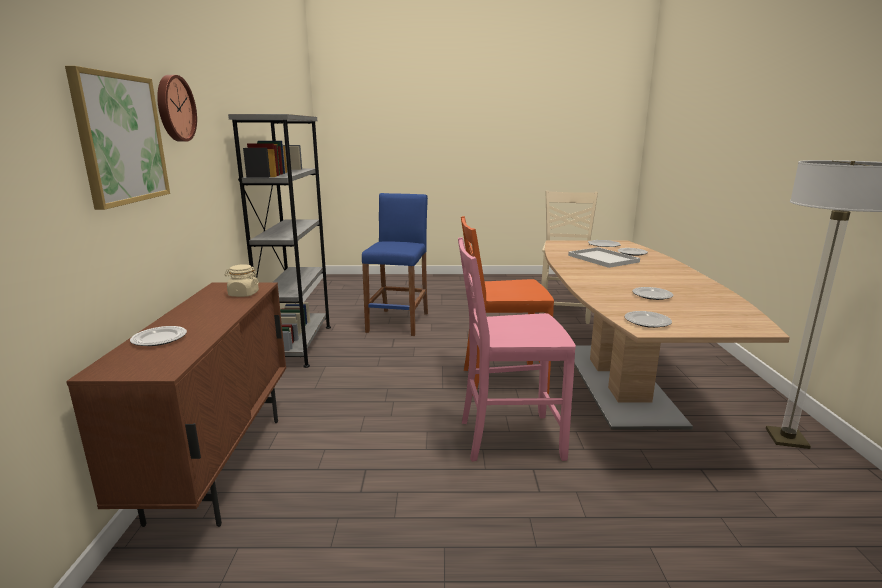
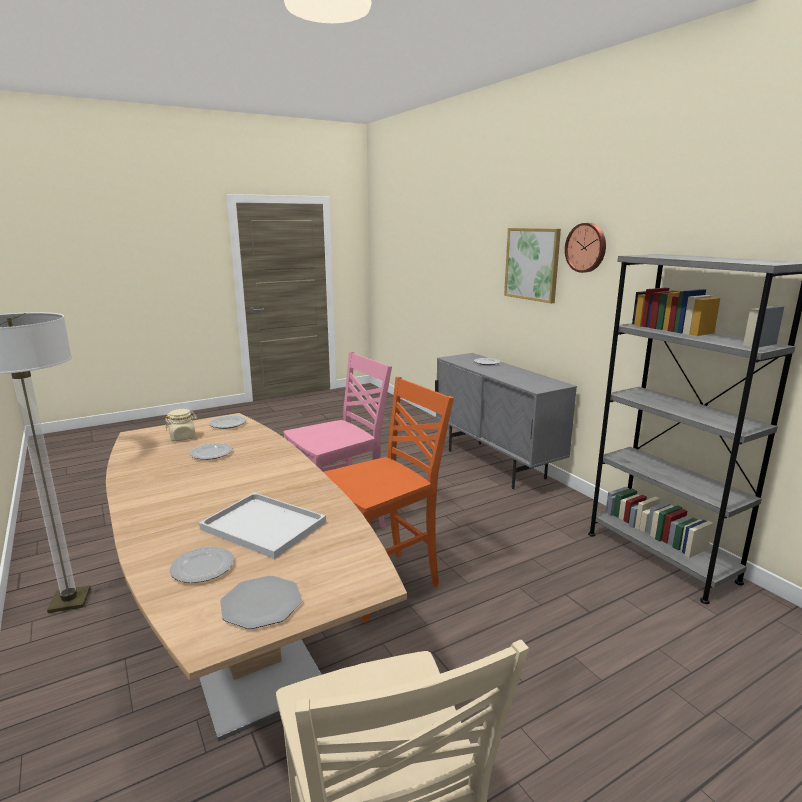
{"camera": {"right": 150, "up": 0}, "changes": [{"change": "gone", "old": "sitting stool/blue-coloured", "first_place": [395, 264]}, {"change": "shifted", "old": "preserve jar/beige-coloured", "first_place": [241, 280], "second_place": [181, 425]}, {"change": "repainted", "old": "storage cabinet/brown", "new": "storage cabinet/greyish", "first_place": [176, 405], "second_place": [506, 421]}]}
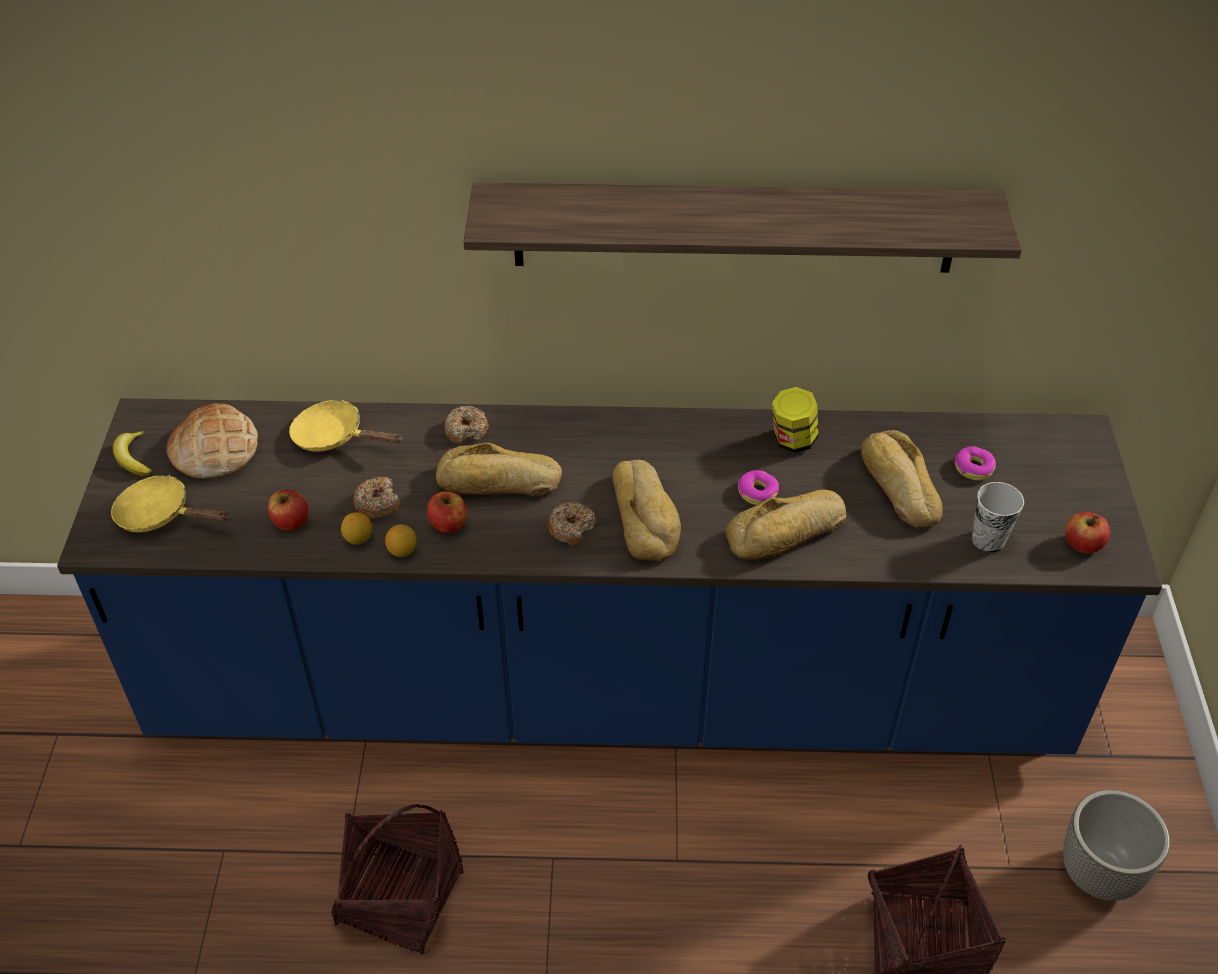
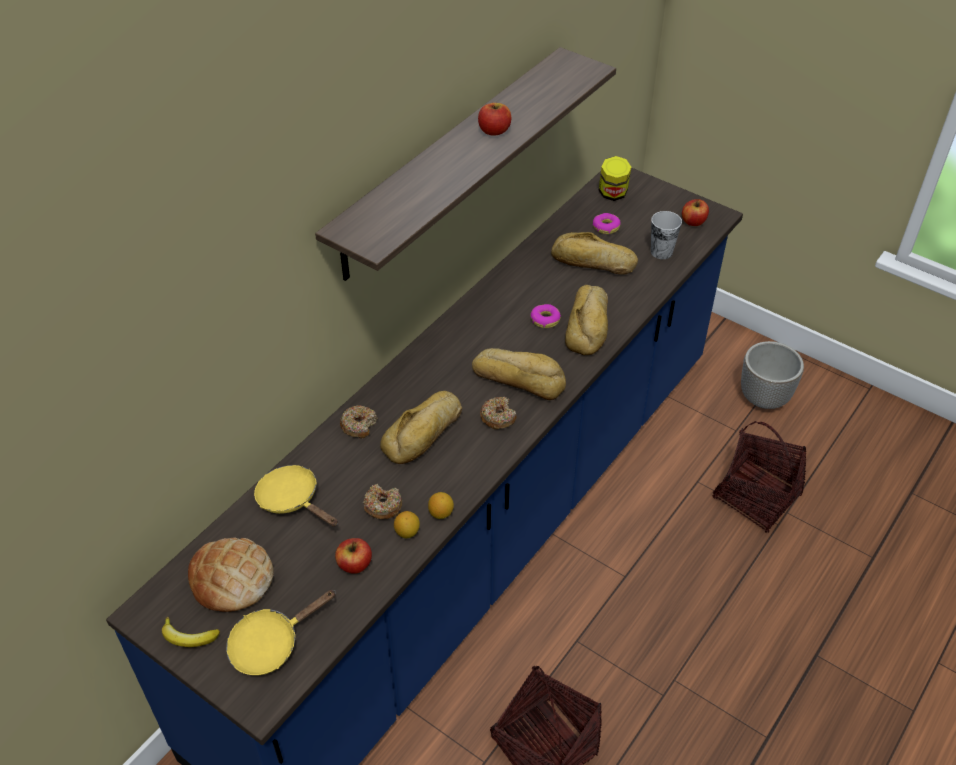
{"camera": {"right": -55, "up": 0}, "changes": [{"change": "shifted", "old": "preserve jar", "first_place": [795, 420], "second_place": [615, 178]}, {"change": "rotated", "old": "pan/yellow-coloured", "first_place": [346, 426], "second_place": [296, 496], "degrees": 75}, {"change": "shifted", "old": "whole apple", "first_place": [447, 512], "second_place": [494, 119]}]}
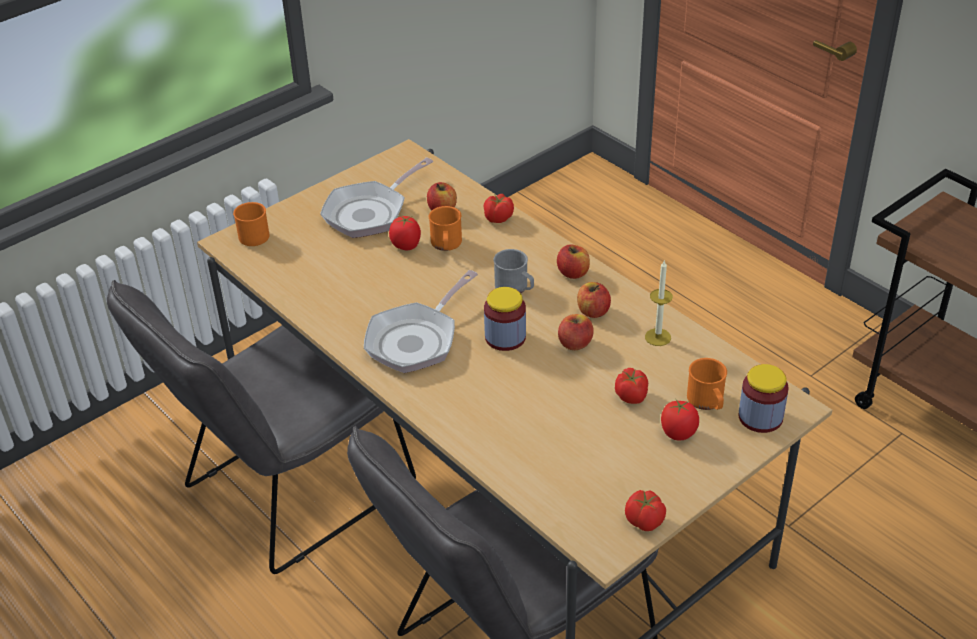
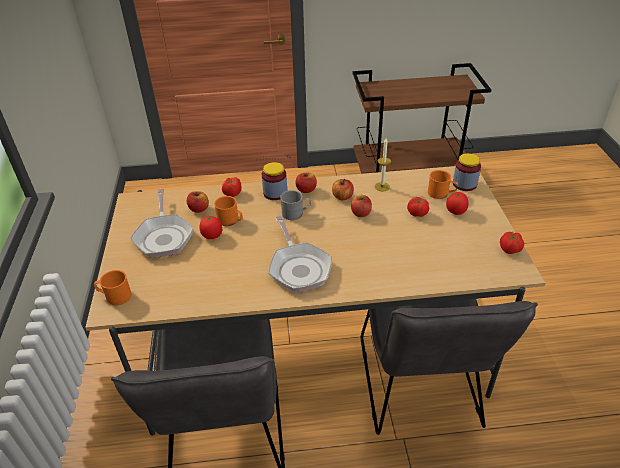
{"camera": {"right": -55, "up": 0}, "changes": [{"change": "shifted", "old": "preserve jar", "first_place": [505, 319], "second_place": [274, 181]}]}
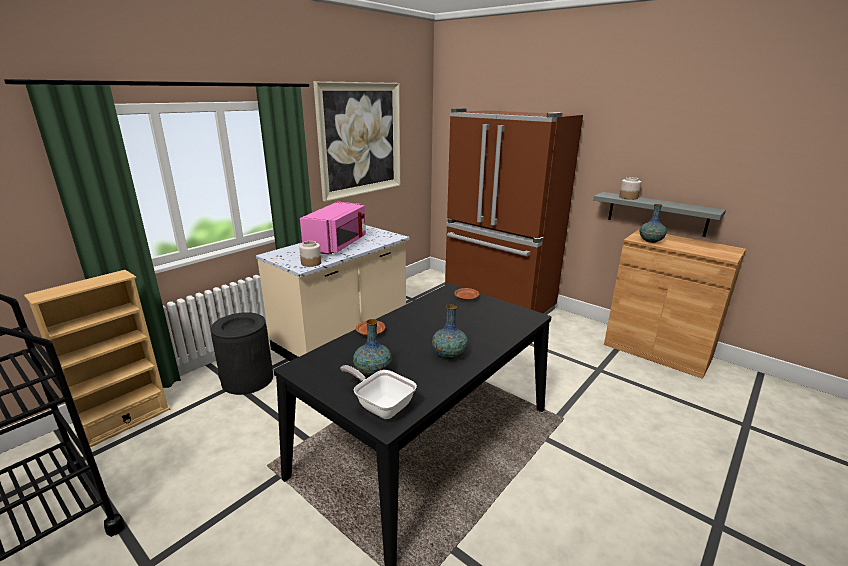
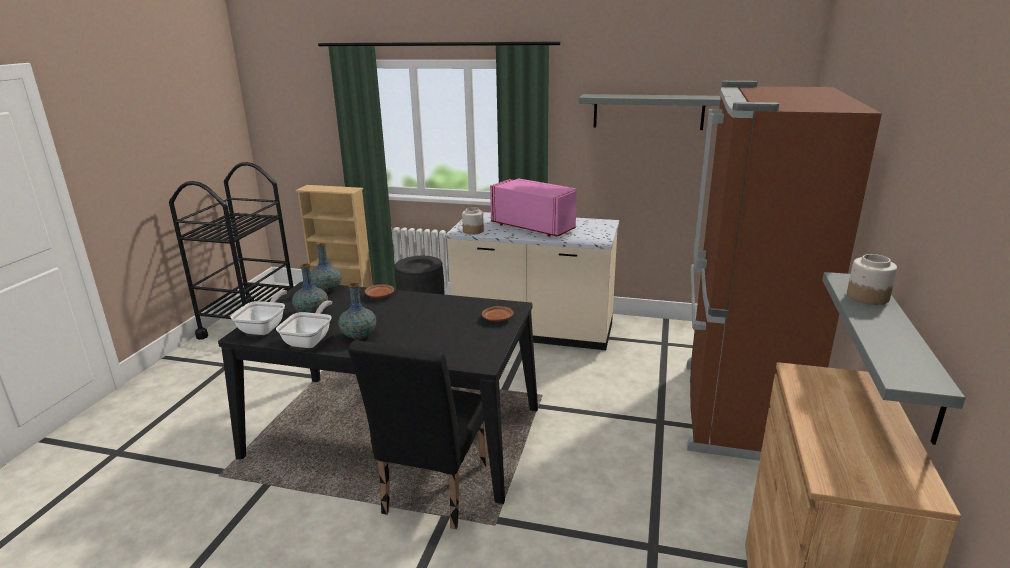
{"camera": {"right": 65, "up": 0}, "changes": [{"change": "swapped", "old": "wall art", "new": "shelf/greyish", "first_place": [356, 141], "second_place": [649, 112]}, {"change": "rotated", "old": "kitchen microwave/pink-coloured", "first_place": [333, 228], "second_place": [533, 207], "degrees": -135}, {"change": "shifted", "old": "flower vase", "first_place": [653, 223], "second_place": [326, 267]}, {"change": "new", "new": "pan", "second_place": [304, 324]}, {"change": "new", "new": "chair/black", "second_place": [418, 434]}]}
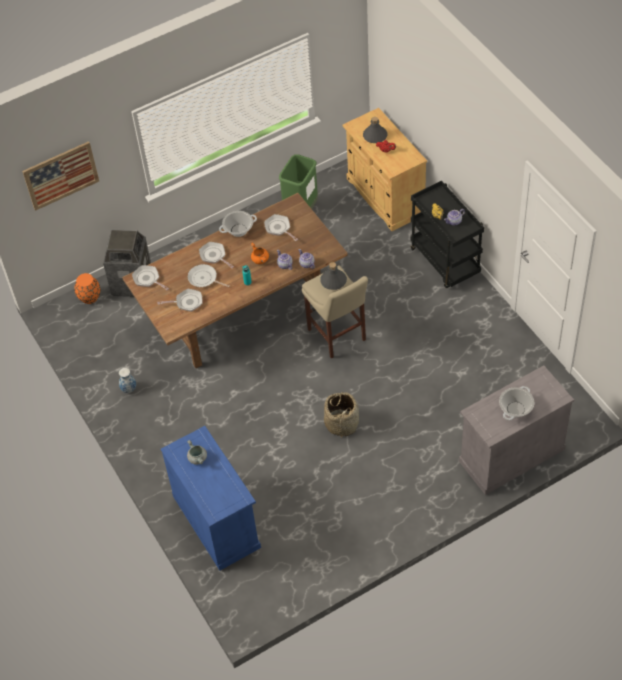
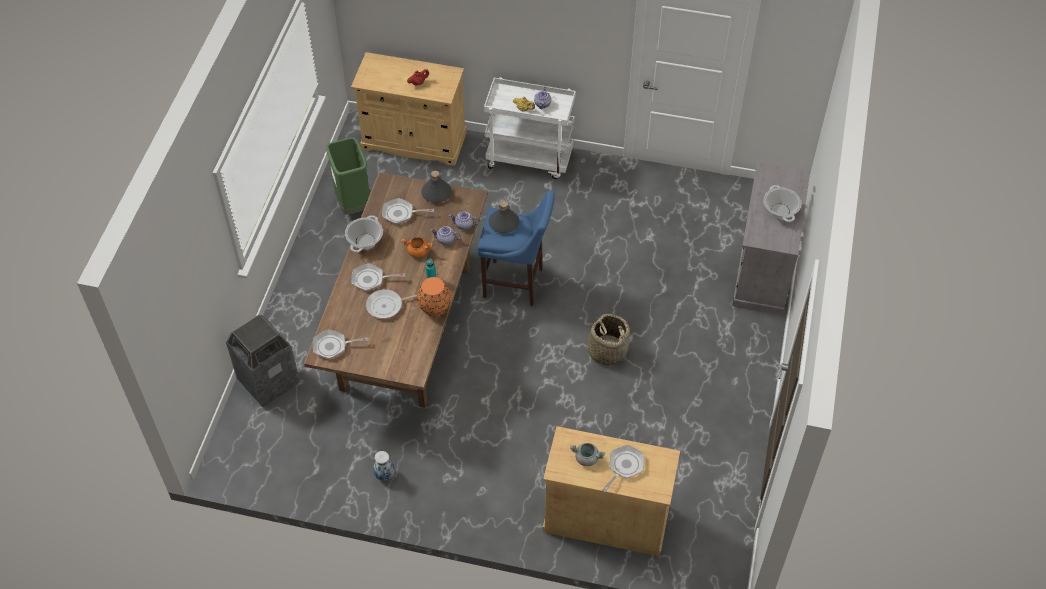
{"camera": {"right": -50, "up": 0}, "changes": [{"change": "shifted", "old": "bottle/greyish", "first_place": [375, 130], "second_place": [436, 187]}, {"change": "gone", "old": "wall art", "first_place": [60, 176]}, {"change": "repainted", "old": "trolley/black", "new": "trolley/white-coloured", "first_place": [447, 234], "second_place": [530, 128]}, {"change": "repainted", "old": "sitting stool/beige-coloured", "new": "sitting stool/blue-coloured", "first_place": [335, 312], "second_place": [516, 248]}, {"change": "shifted", "old": "flower vase/orangey", "first_place": [87, 288], "second_place": [434, 297]}, {"change": "shifted", "old": "pan", "first_place": [180, 300], "second_place": [623, 468]}, {"change": "repainted", "old": "storage cabinet/blue-coloured", "new": "storage cabinet/beige-coloured", "first_place": [211, 498], "second_place": [611, 491]}]}
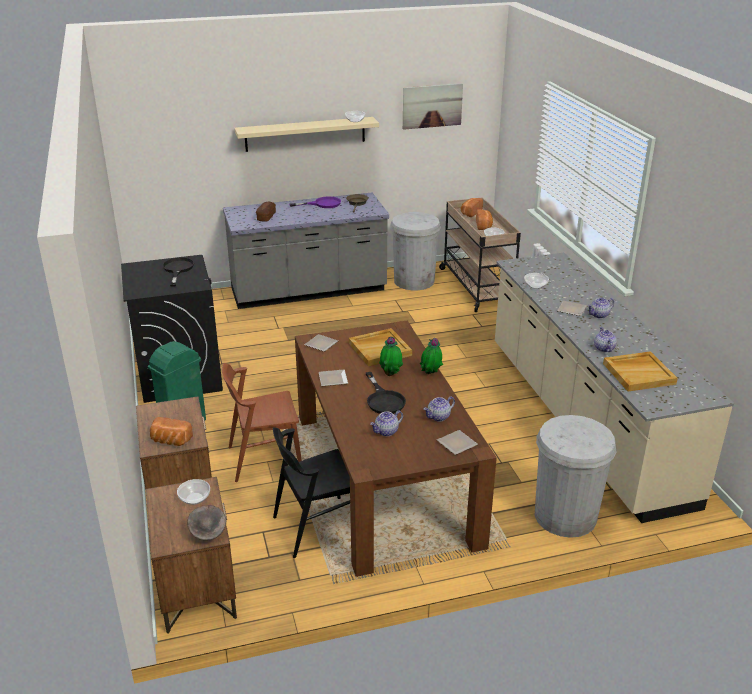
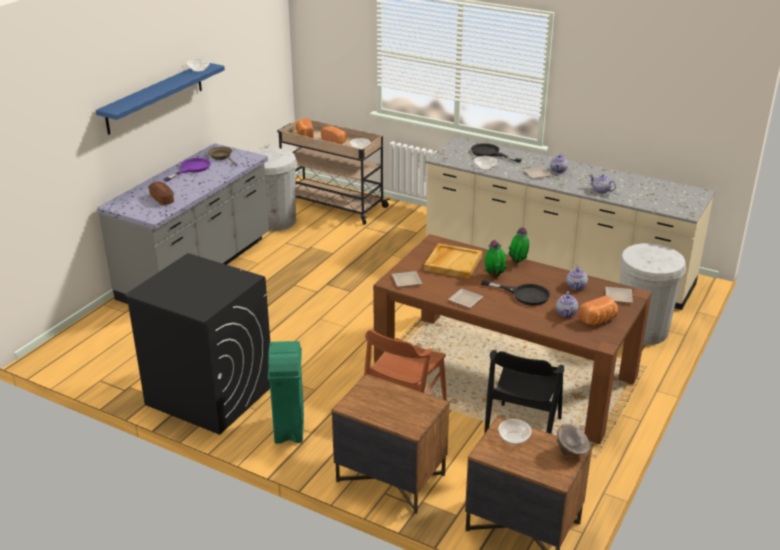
{"camera": {"right": -45, "up": 0}, "changes": [{"change": "gone", "old": "wall art", "first_place": [433, 106]}, {"change": "repainted", "old": "shelf/beige-coloured", "new": "shelf/blue-coloured", "first_place": [306, 134], "second_place": [160, 99]}, {"change": "shifted", "old": "pan/black", "first_place": [178, 272], "second_place": [496, 153]}, {"change": "gone", "old": "carrying tray/beige-coloured", "first_place": [640, 371]}, {"change": "shifted", "old": "bread", "first_place": [171, 431], "second_place": [598, 311]}]}
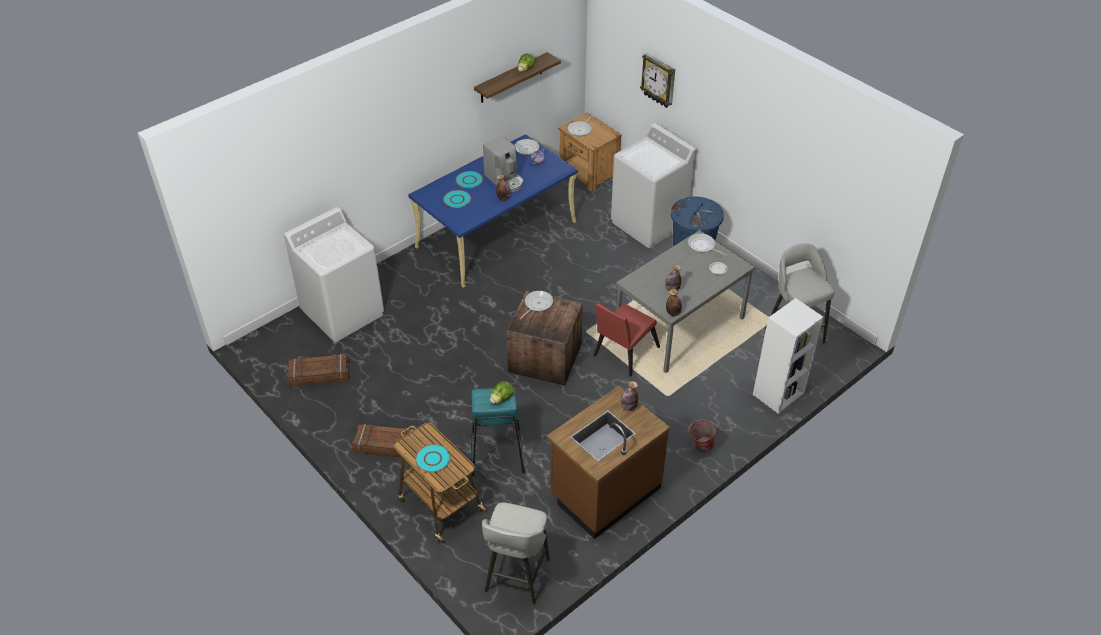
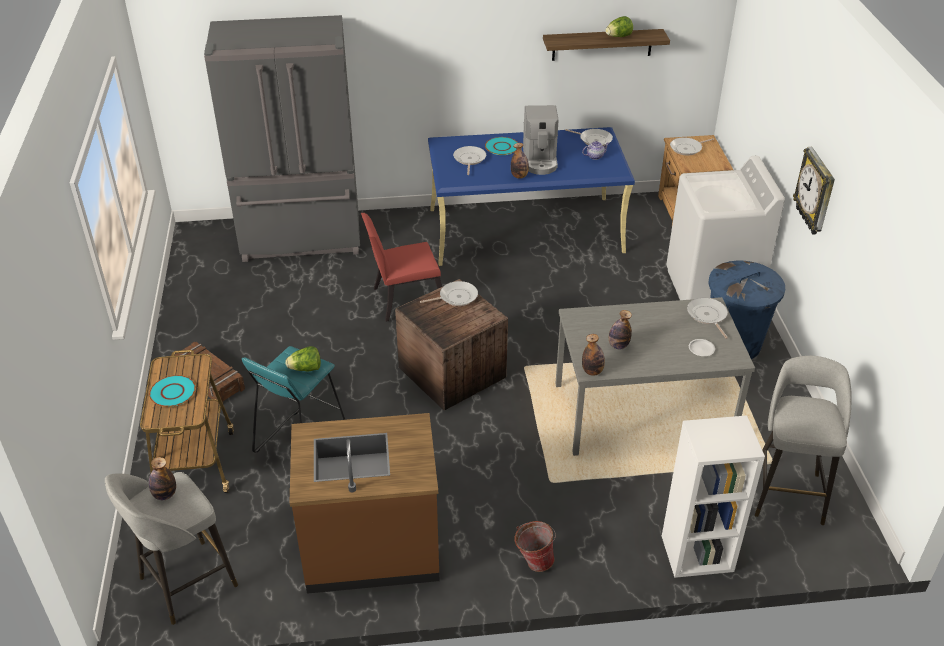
{"camera": {"right": 35, "up": -5}, "changes": [{"change": "shifted", "old": "hanging clock", "first_place": [657, 80], "second_place": [814, 190]}, {"change": "swapped", "old": "plate/turquoise-coloured", "new": "pan", "first_place": [457, 199], "second_place": [469, 160]}, {"change": "swapped", "old": "laundry appliance/white-coloured", "new": "fridge/greyish", "first_place": [334, 274], "second_place": [282, 138]}, {"change": "shifted", "old": "chair/red-coloured", "first_place": [626, 340], "second_place": [401, 267]}, {"change": "gone", "old": "packing crate", "first_place": [318, 370]}, {"change": "shifted", "old": "bottle", "first_place": [629, 396], "second_place": [162, 478]}]}
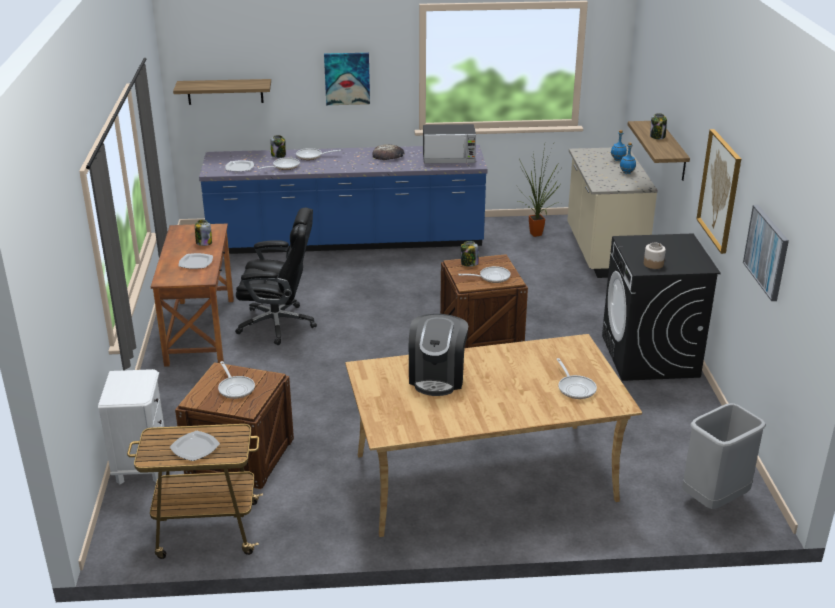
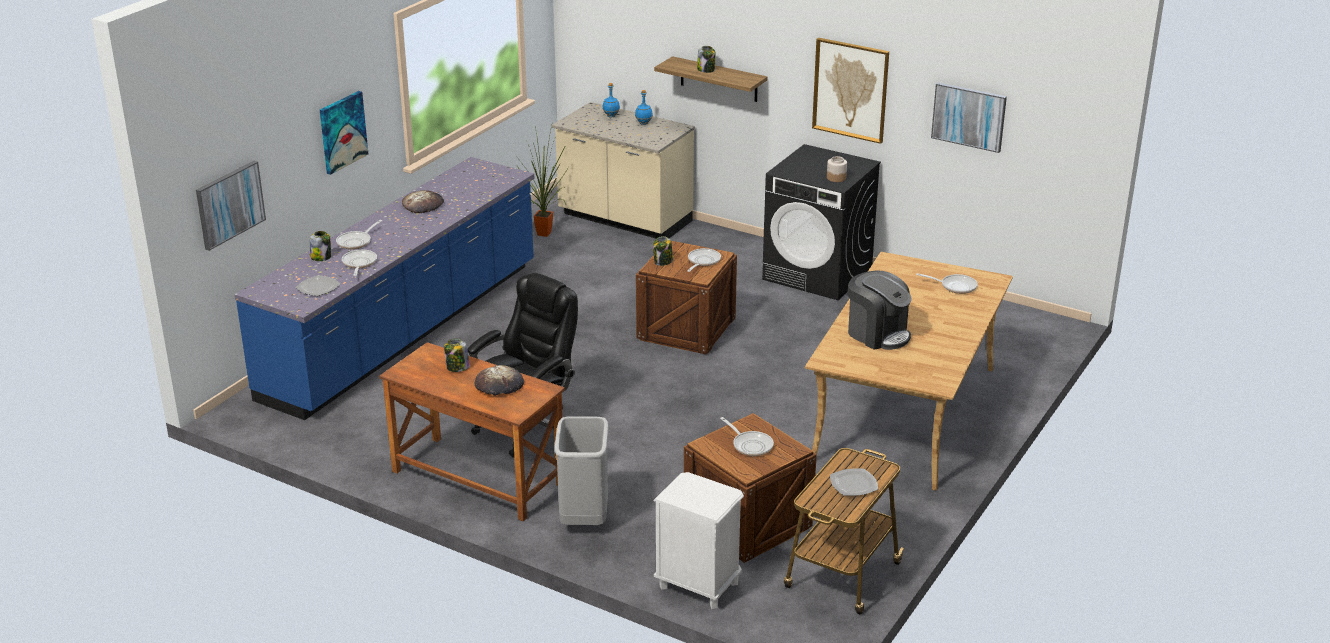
{"camera": {"right": -55, "up": 0}, "changes": [{"change": "swapped", "old": "shelf", "new": "wall art", "first_place": [222, 92], "second_place": [231, 206]}, {"change": "gone", "old": "kitchen microwave", "first_place": [449, 144]}, {"change": "swapped", "old": "plate", "new": "bread", "first_place": [196, 261], "second_place": [499, 380]}, {"change": "rotated", "old": "pan", "first_place": [236, 380], "second_place": [747, 436], "degrees": 45}, {"change": "shifted", "old": "rubbish bin/greyish", "first_place": [724, 456], "second_place": [581, 470]}]}
